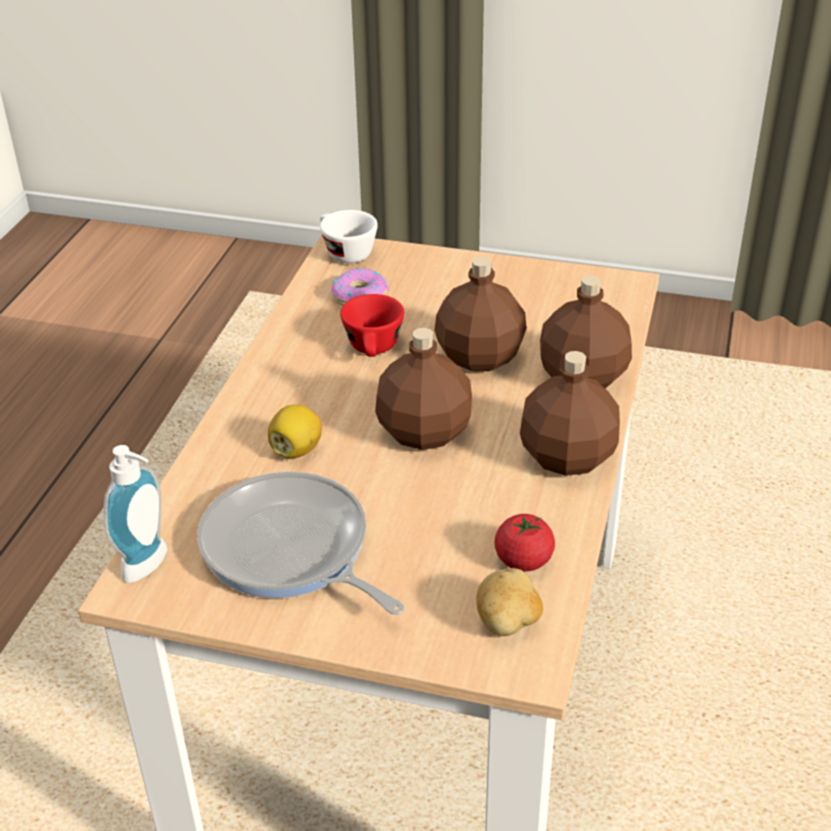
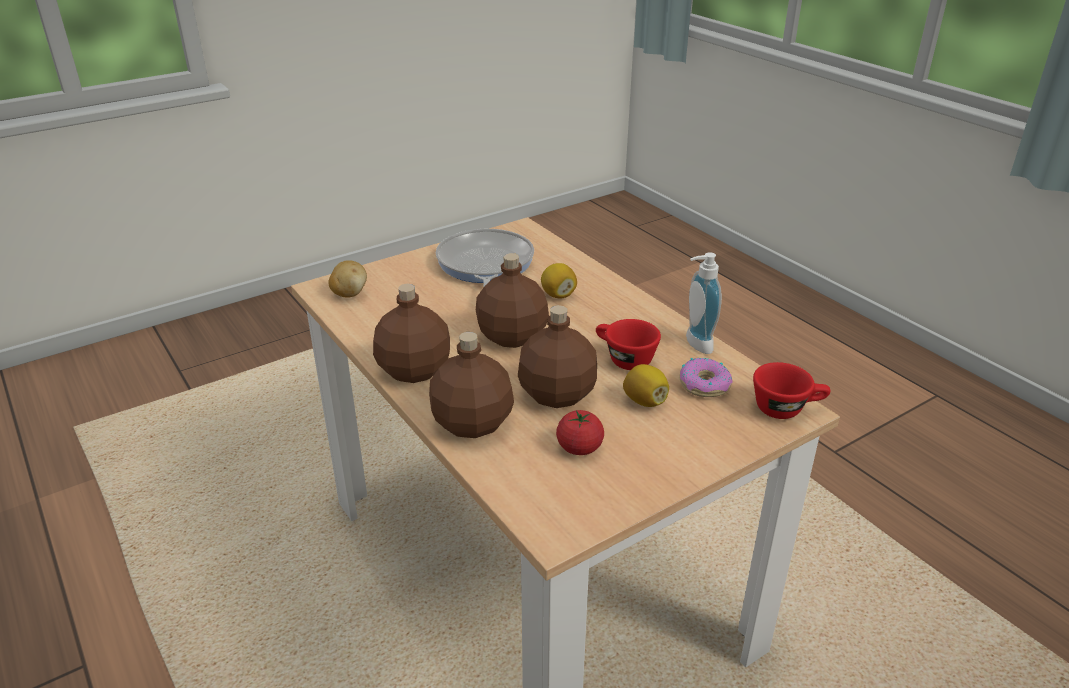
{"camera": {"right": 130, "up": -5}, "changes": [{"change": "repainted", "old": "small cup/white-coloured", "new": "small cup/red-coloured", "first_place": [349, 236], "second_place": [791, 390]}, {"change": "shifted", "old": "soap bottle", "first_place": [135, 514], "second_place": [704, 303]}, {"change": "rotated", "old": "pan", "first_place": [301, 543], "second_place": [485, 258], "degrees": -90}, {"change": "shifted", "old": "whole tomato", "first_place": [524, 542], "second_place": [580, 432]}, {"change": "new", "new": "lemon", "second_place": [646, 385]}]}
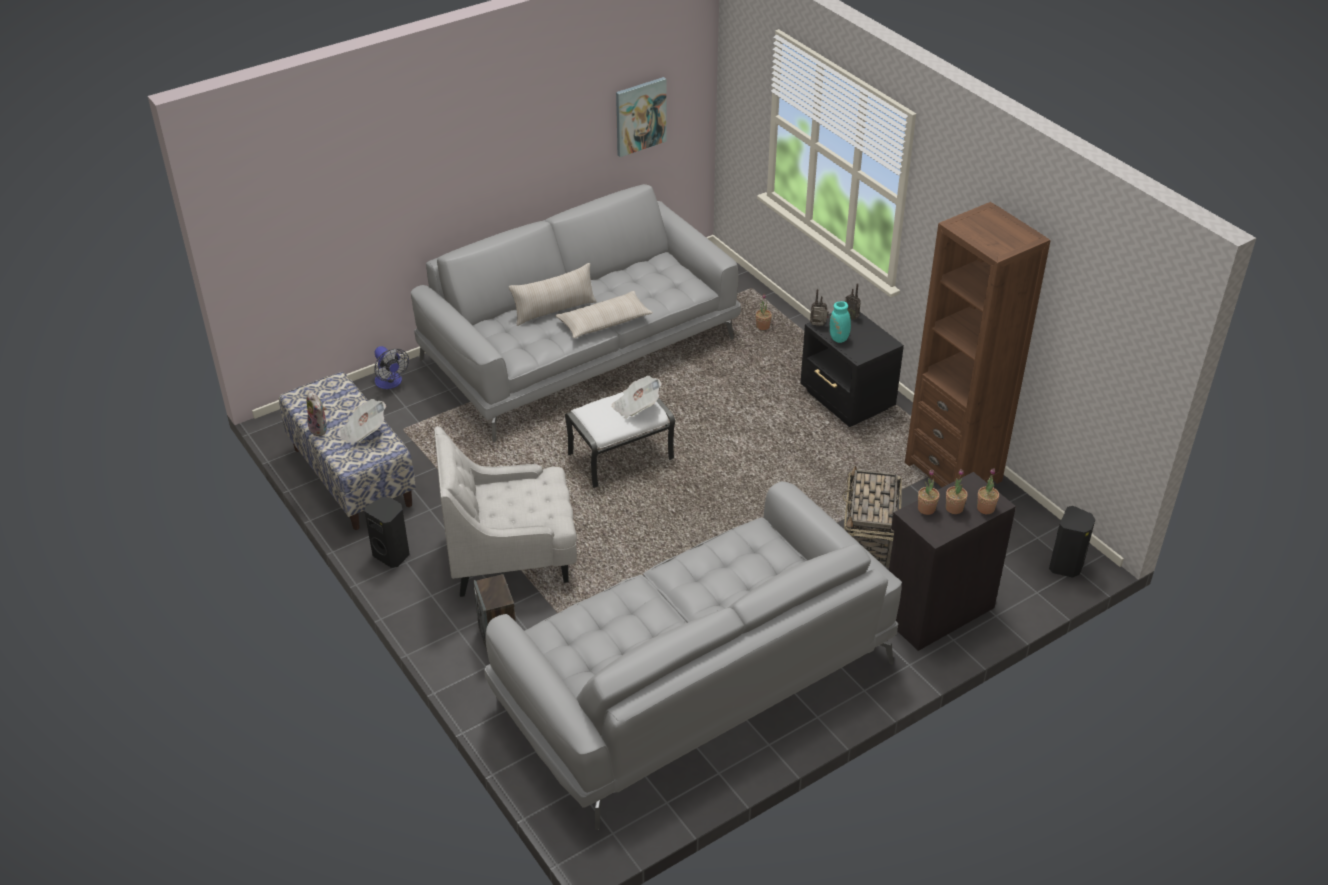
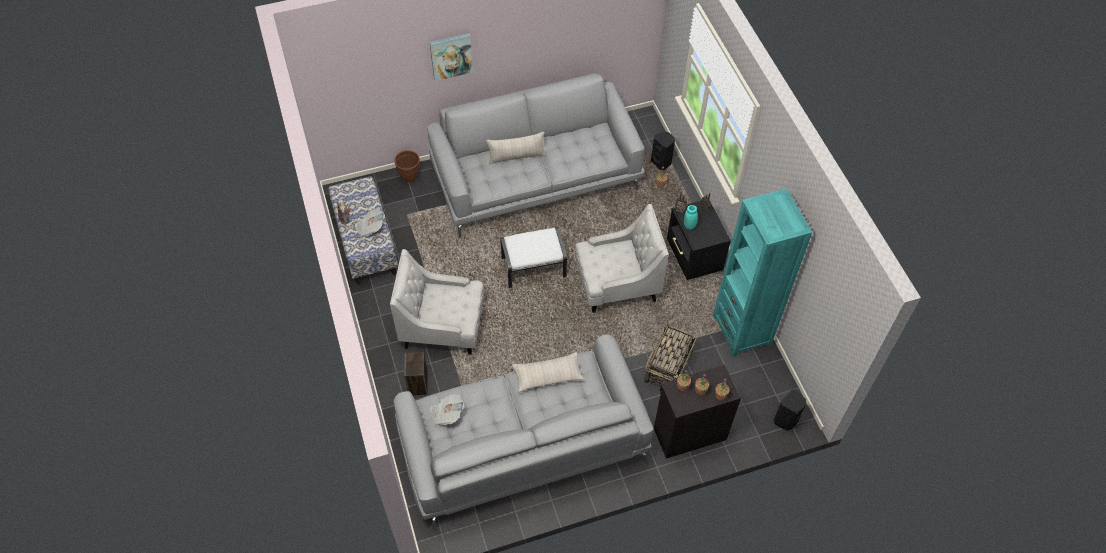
{"camera": {"right": 15, "up": 15}, "changes": [{"change": "shifted", "old": "wall art", "first_place": [641, 117], "second_place": [451, 57]}, {"change": "repainted", "old": "bookshelf/brown", "new": "bookshelf/turquoise-coloured", "first_place": [978, 344], "second_place": [762, 272]}, {"change": "shifted", "old": "cushion/beige-coloured", "first_place": [604, 314], "second_place": [548, 372]}, {"change": "swapped", "old": "electric fan", "new": "plant pot/brown", "first_place": [391, 367], "second_place": [407, 166]}, {"change": "shifted", "old": "printed paper", "first_place": [637, 397], "second_place": [447, 409]}, {"change": "shifted", "old": "speaker/black", "first_place": [387, 532], "second_place": [663, 150]}, {"change": "new", "new": "easy chair/white-coloured", "second_place": [622, 258]}]}
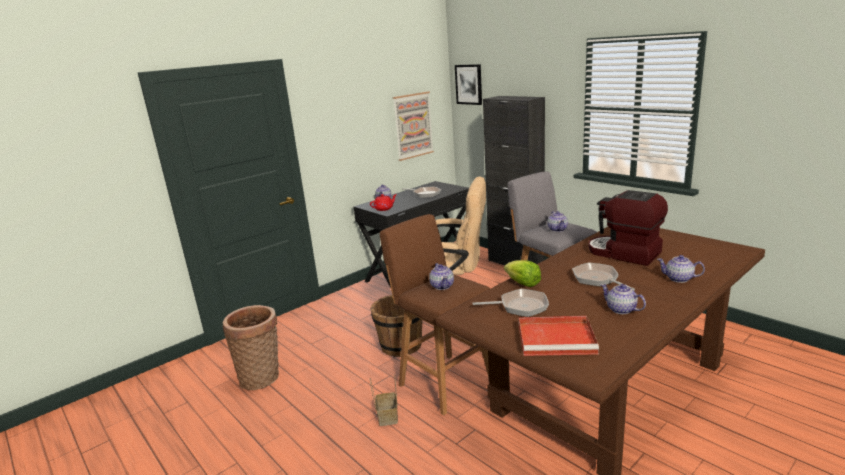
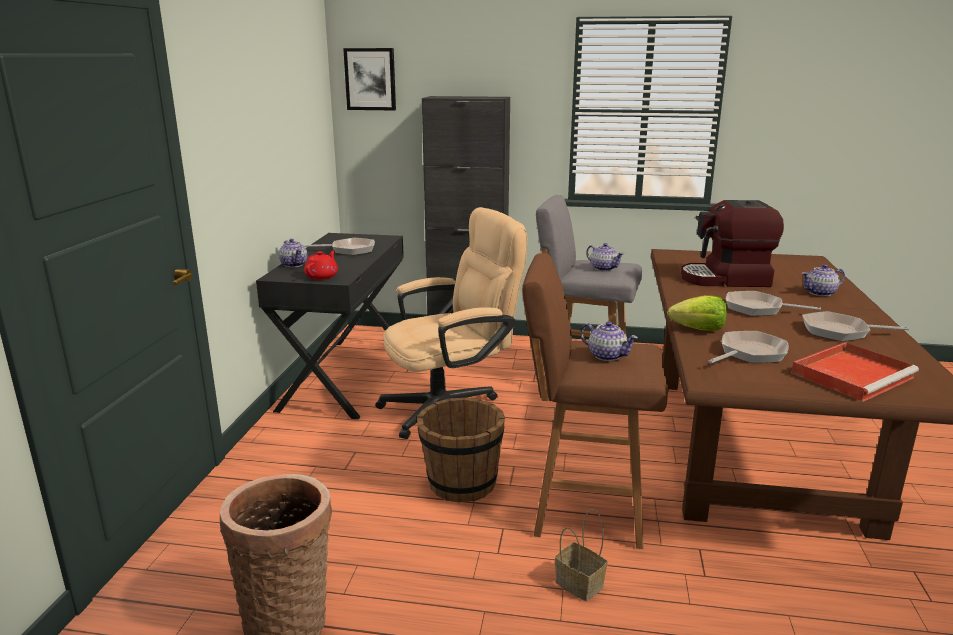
{"camera": {"right": -40, "up": 0}, "changes": [{"change": "gone", "old": "wall art", "first_place": [413, 126]}, {"change": "swapped", "old": "teapot", "new": "pan", "first_place": [623, 299], "second_place": [855, 326]}]}
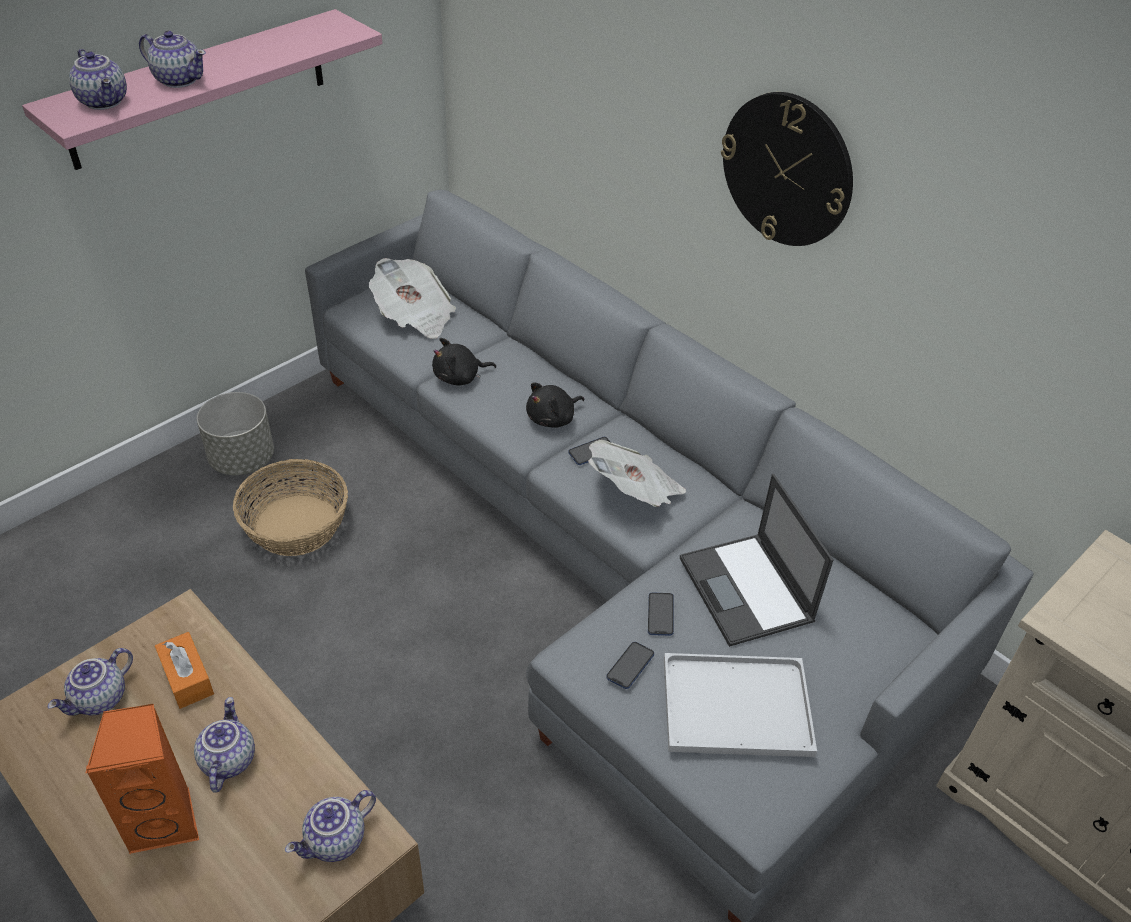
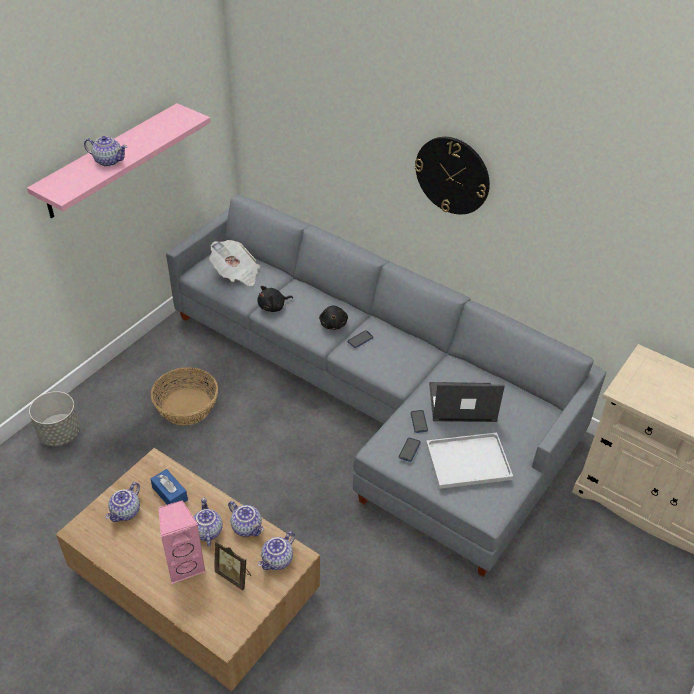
{"camera": {"right": -10, "up": 0}, "changes": [{"change": "shifted", "old": "teapot", "first_place": [98, 79], "second_place": [246, 519]}, {"change": "rotated", "old": "plush toy/black", "first_place": [555, 405], "second_place": [333, 317], "degrees": -45}, {"change": "shifted", "old": "plant pot/greyish", "first_place": [235, 433], "second_place": [55, 418]}, {"change": "gone", "old": "printed paper", "first_place": [637, 473]}, {"change": "rotated", "old": "notebook computer", "first_place": [756, 560], "second_place": [467, 402], "degrees": 120}, {"change": "repainted", "old": "tissue holder/orangey", "new": "tissue holder/blue-coloured", "first_place": [184, 670], "second_place": [169, 487]}, {"change": "repainted", "old": "speaker/orangey", "new": "speaker/pink-coloured", "first_place": [142, 779], "second_place": [182, 542]}, {"change": "new", "new": "standing frame", "second_place": [232, 565]}]}
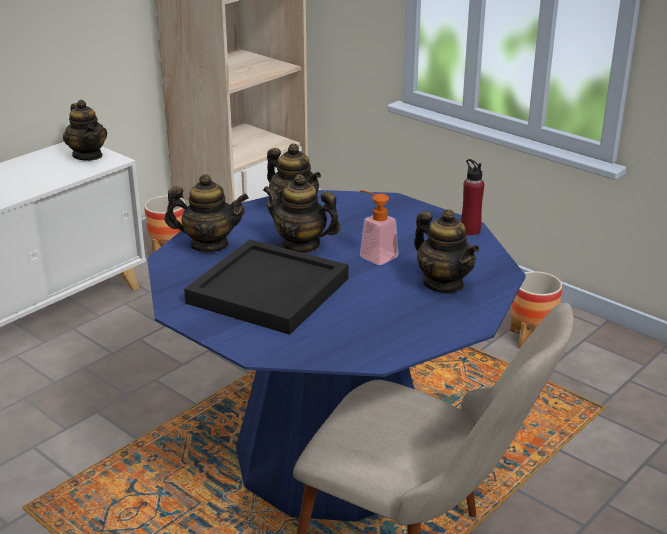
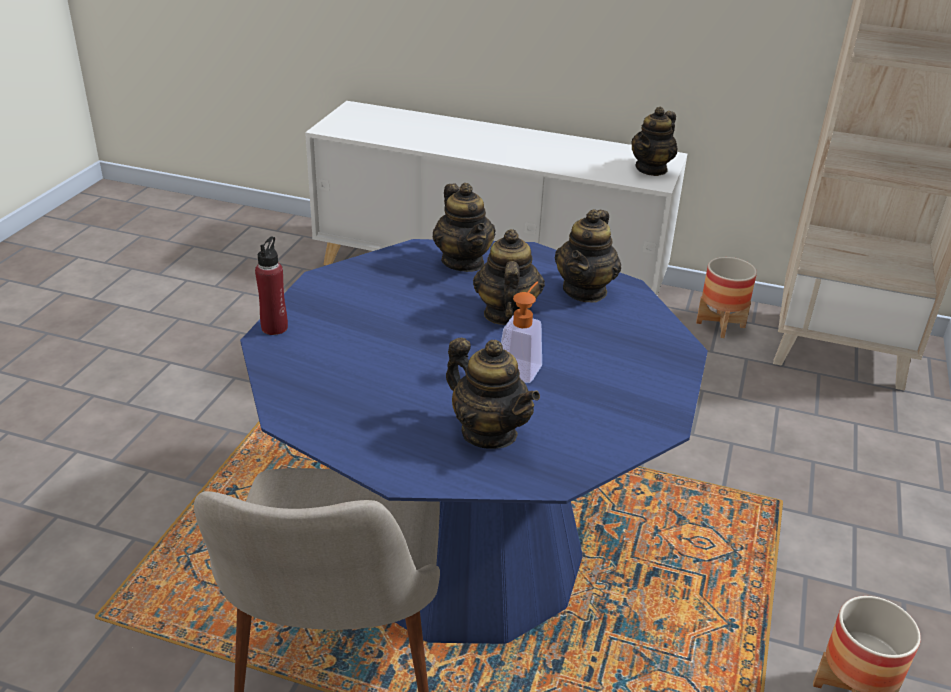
{"camera": {"right": 65, "up": 5}, "changes": [{"change": "shifted", "old": "bottle/red-coloured", "first_place": [472, 197], "second_place": [271, 285]}, {"change": "rotated", "old": "teapot", "first_place": [447, 251], "second_place": [493, 393], "degrees": -75}, {"change": "gone", "old": "carrying tray/black", "first_place": [266, 287]}]}
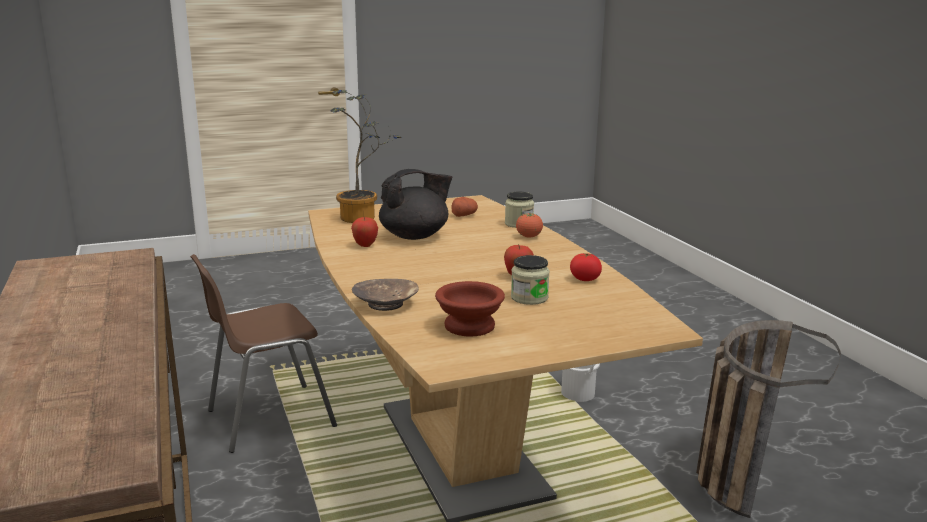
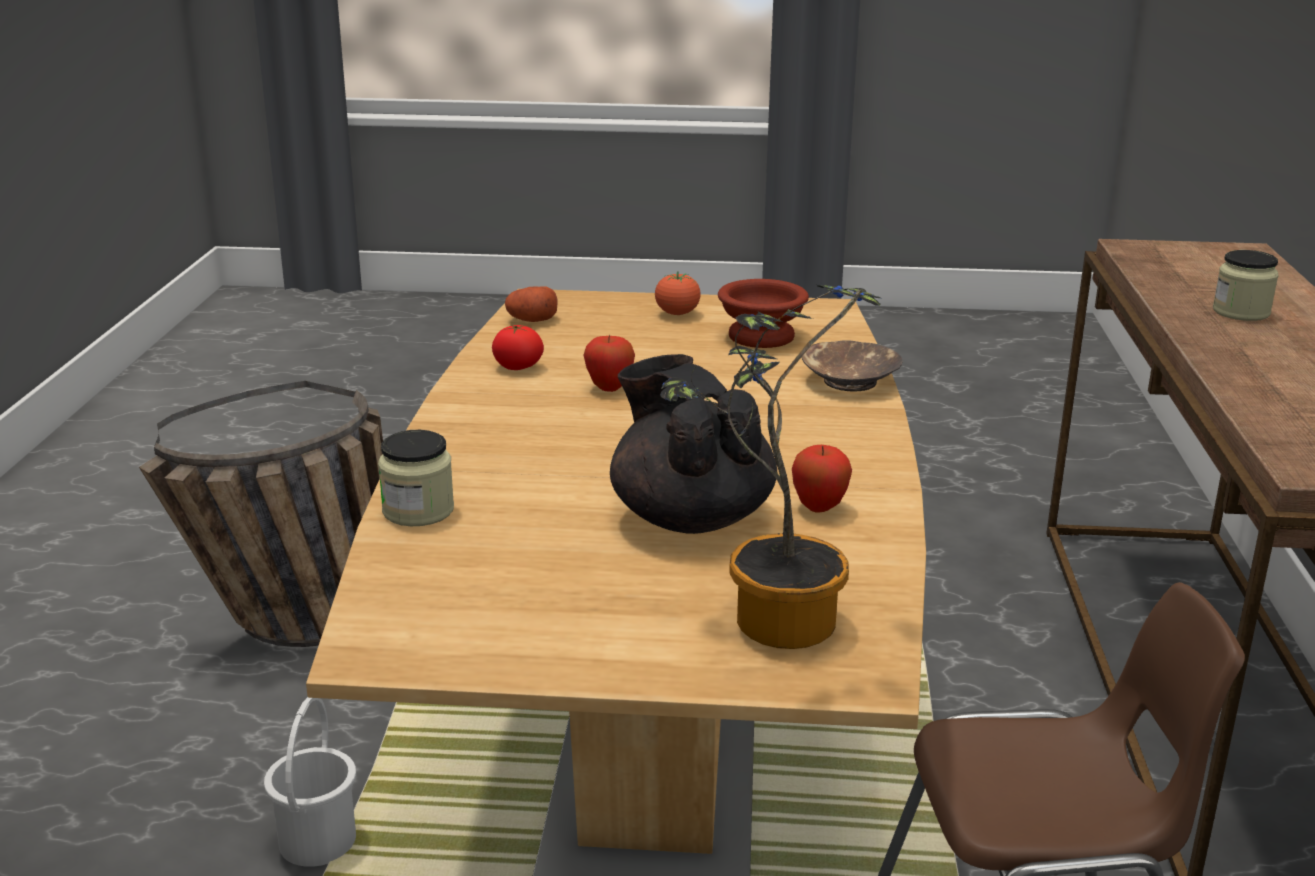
{"camera": {"right": -155, "up": 5}, "changes": [{"change": "rotated", "old": "teapot/black", "first_place": [415, 204], "second_place": [694, 444], "degrees": 60}, {"change": "shifted", "old": "spud", "first_place": [464, 207], "second_place": [531, 304]}, {"change": "shifted", "old": "whole tomato", "first_place": [529, 225], "second_place": [678, 293]}, {"change": "shifted", "old": "preserve jar", "first_place": [530, 280], "second_place": [1246, 285]}]}
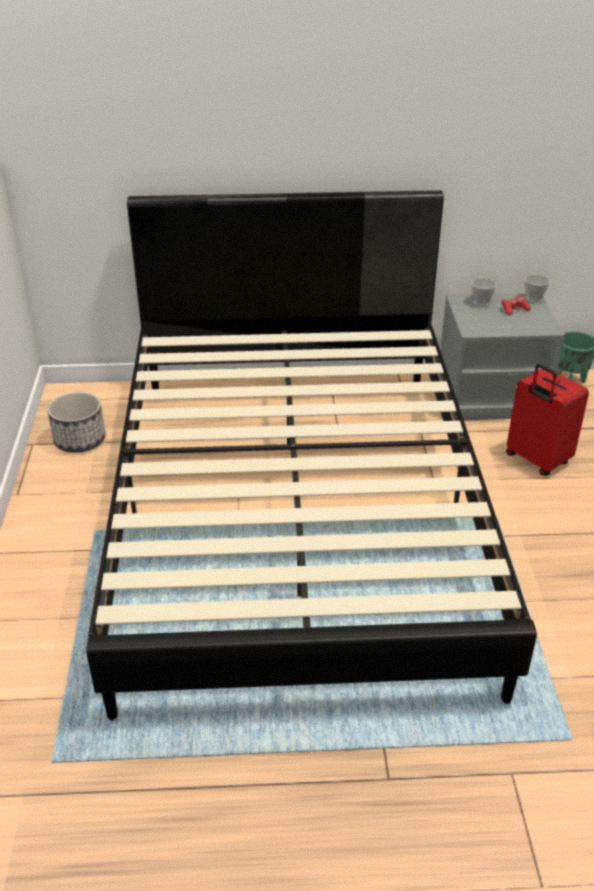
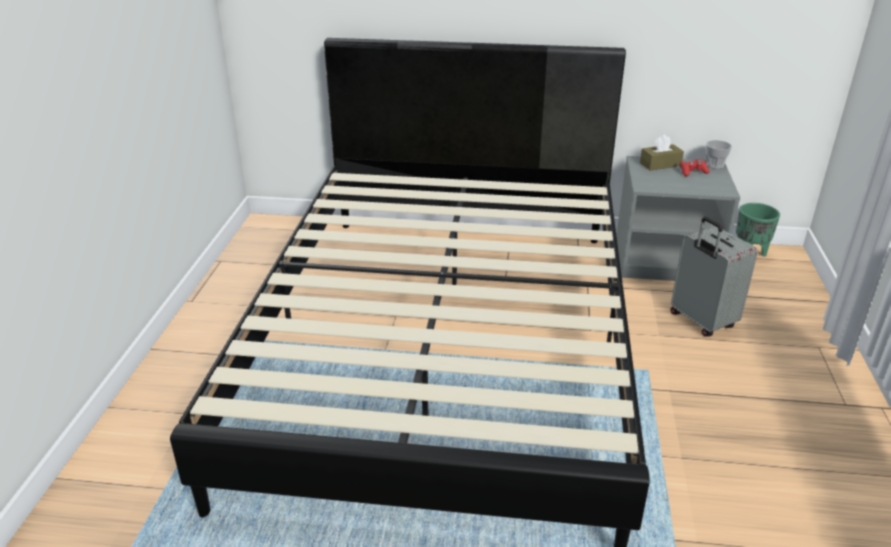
{"camera": {"right": 10, "up": -5}, "changes": [{"change": "swapped", "old": "small cup", "new": "tissue holder/brown", "first_place": [484, 292], "second_place": [662, 152]}, {"change": "repainted", "old": "suitcase/red-coloured", "new": "suitcase/greyish", "first_place": [547, 419], "second_place": [714, 277]}, {"change": "gone", "old": "plant pot", "first_place": [76, 422]}]}
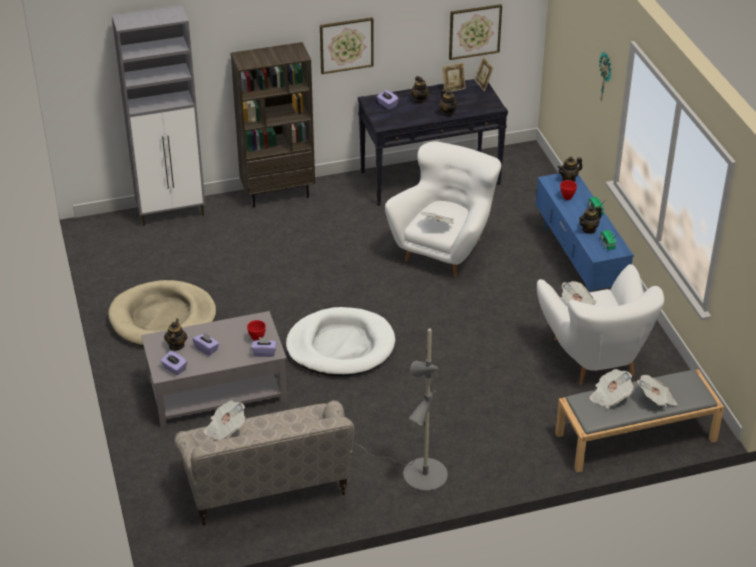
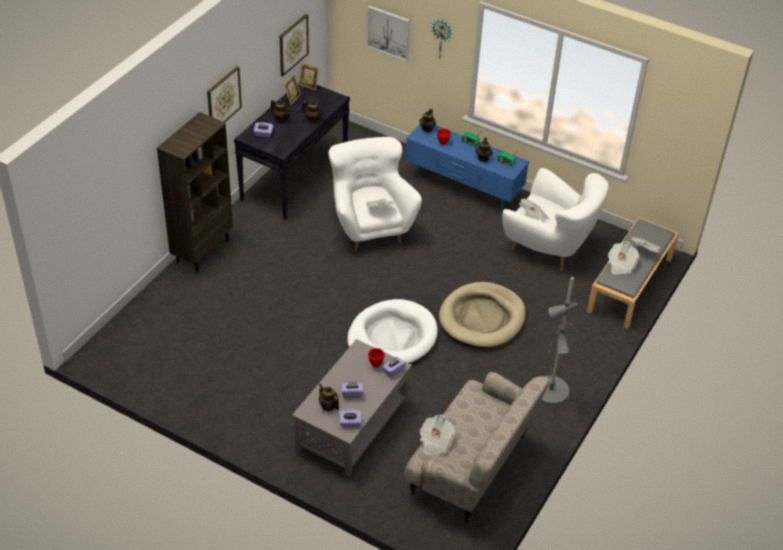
{"camera": {"right": -45, "up": 5}, "changes": [{"change": "gone", "old": "storage cabinet/greyish", "first_place": [158, 115]}, {"change": "shifted", "old": "pet bed/beige-coloured", "first_place": [162, 313], "second_place": [482, 315]}, {"change": "new", "new": "wall art", "second_place": [388, 33]}]}
